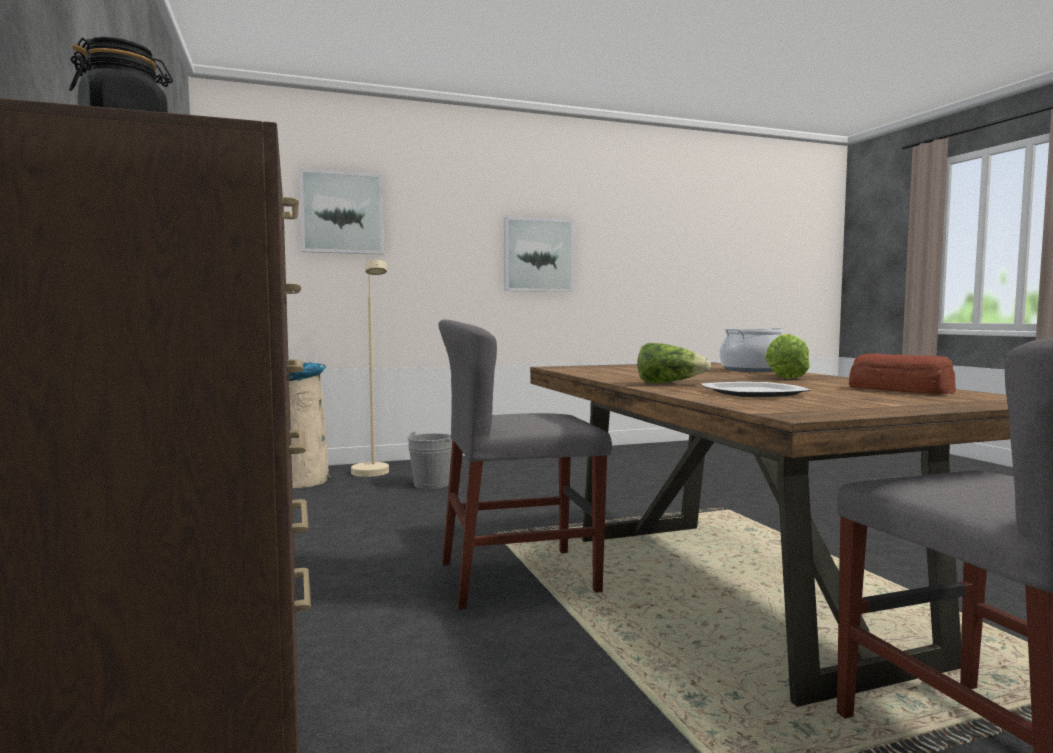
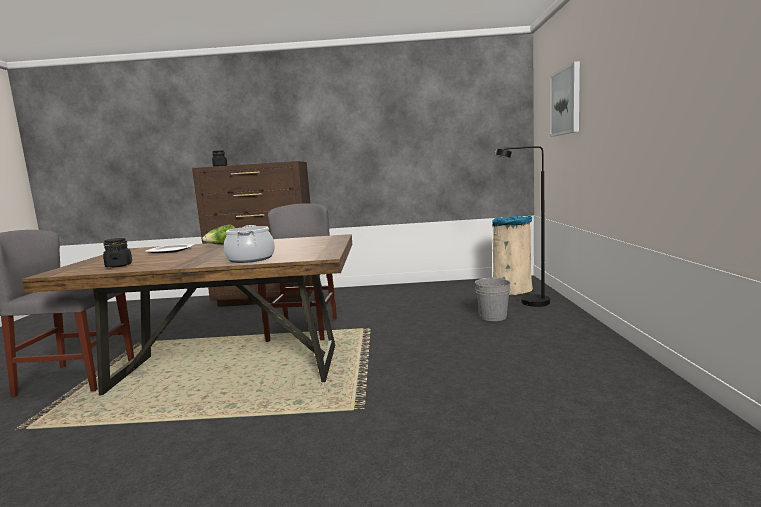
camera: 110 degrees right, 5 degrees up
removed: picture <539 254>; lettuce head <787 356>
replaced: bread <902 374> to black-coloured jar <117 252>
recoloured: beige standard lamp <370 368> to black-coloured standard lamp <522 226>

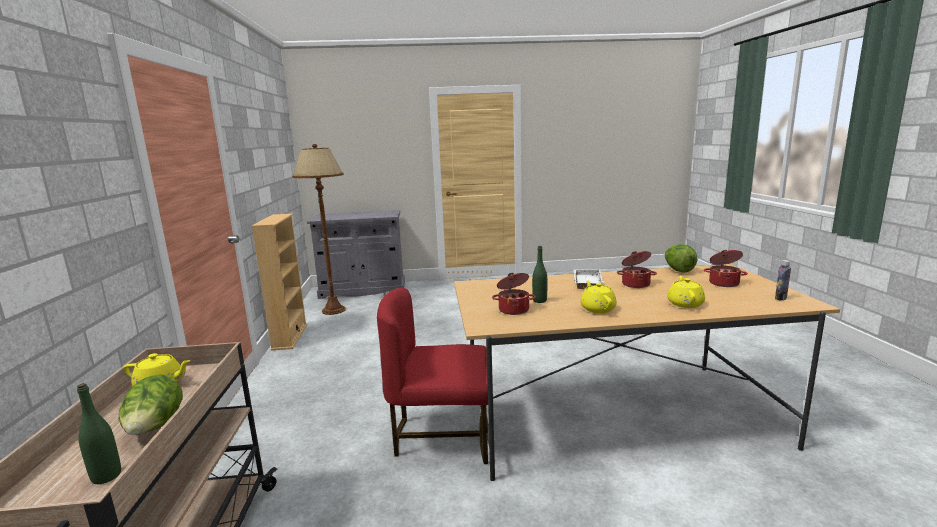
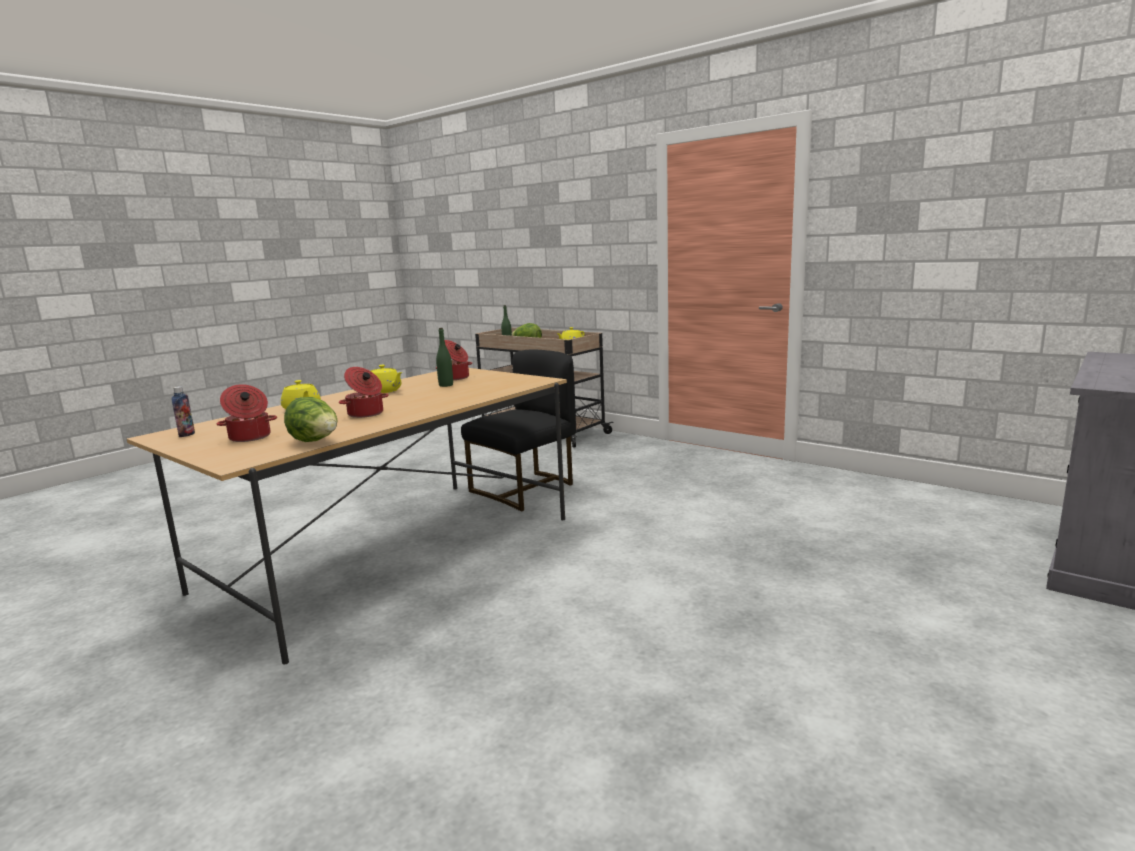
camera: 135 degrees right, 0 degrees up
removed: beige shelving unit <280 282>; brown standard lamp <319 229>; whitish serving tray <589 279>
recoloured: red chair <432 376> to black-coloured chair <518 431>

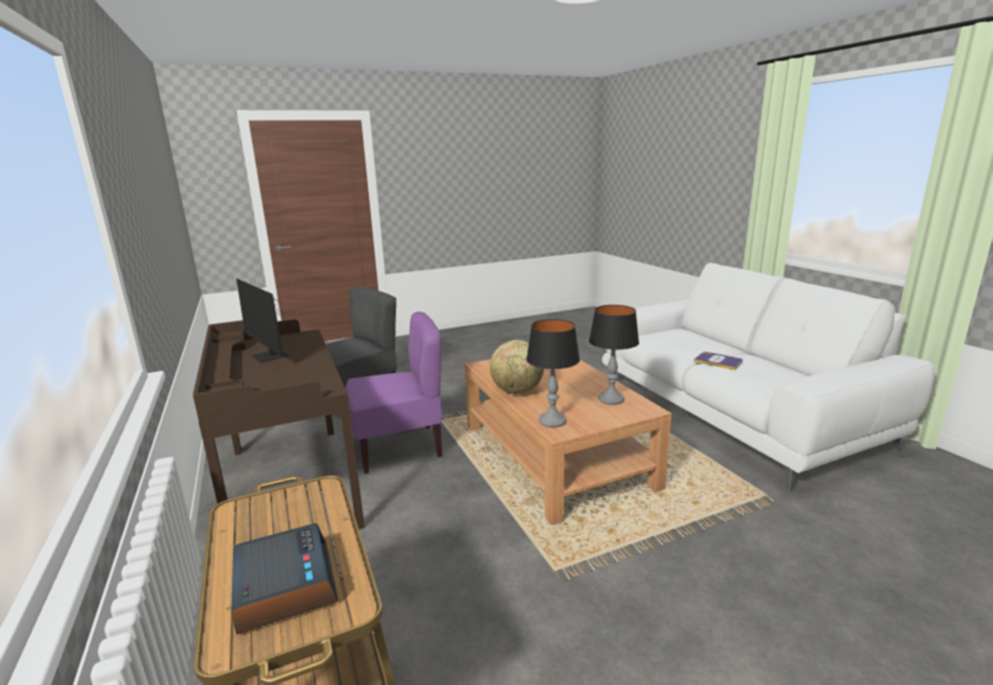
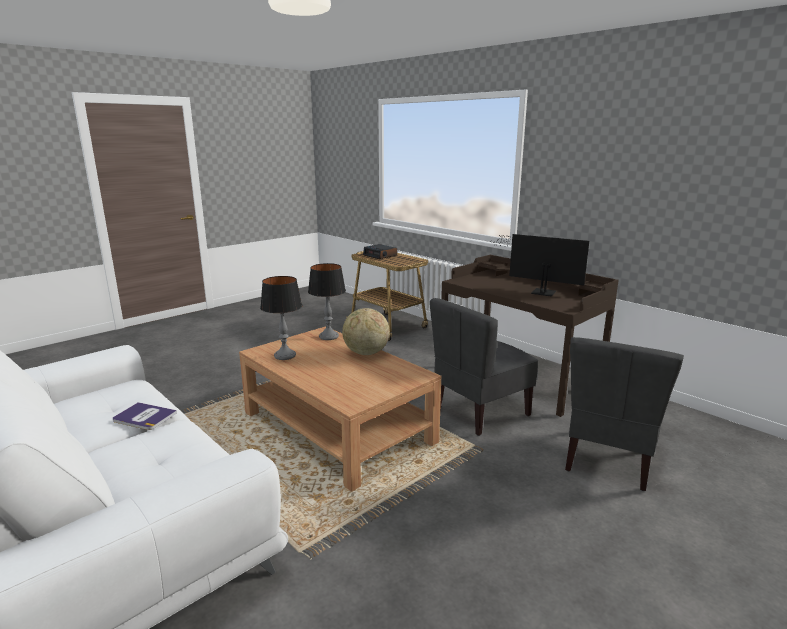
camera: 160 degrees right, 0 degrees up
recoloured: purple-coloured chair <393 393> to greyish chair <484 367>

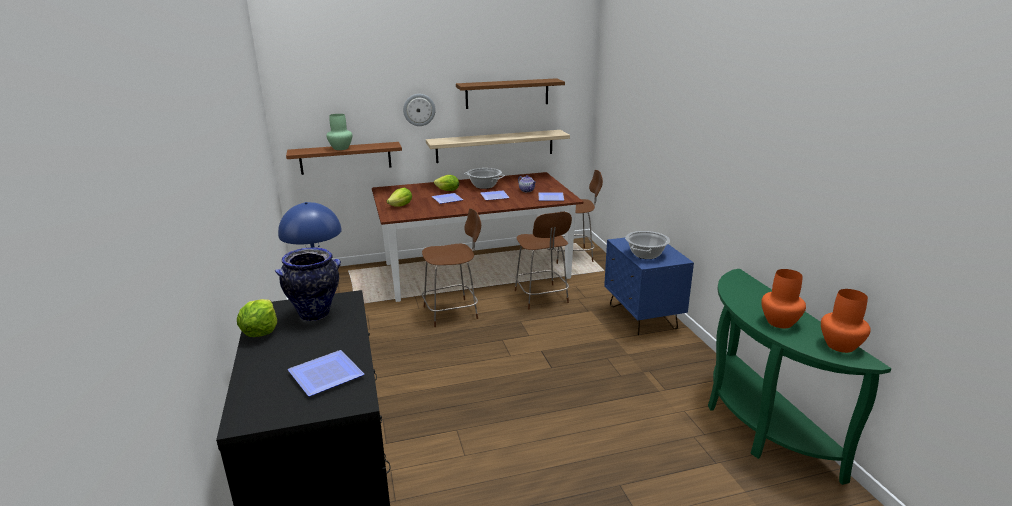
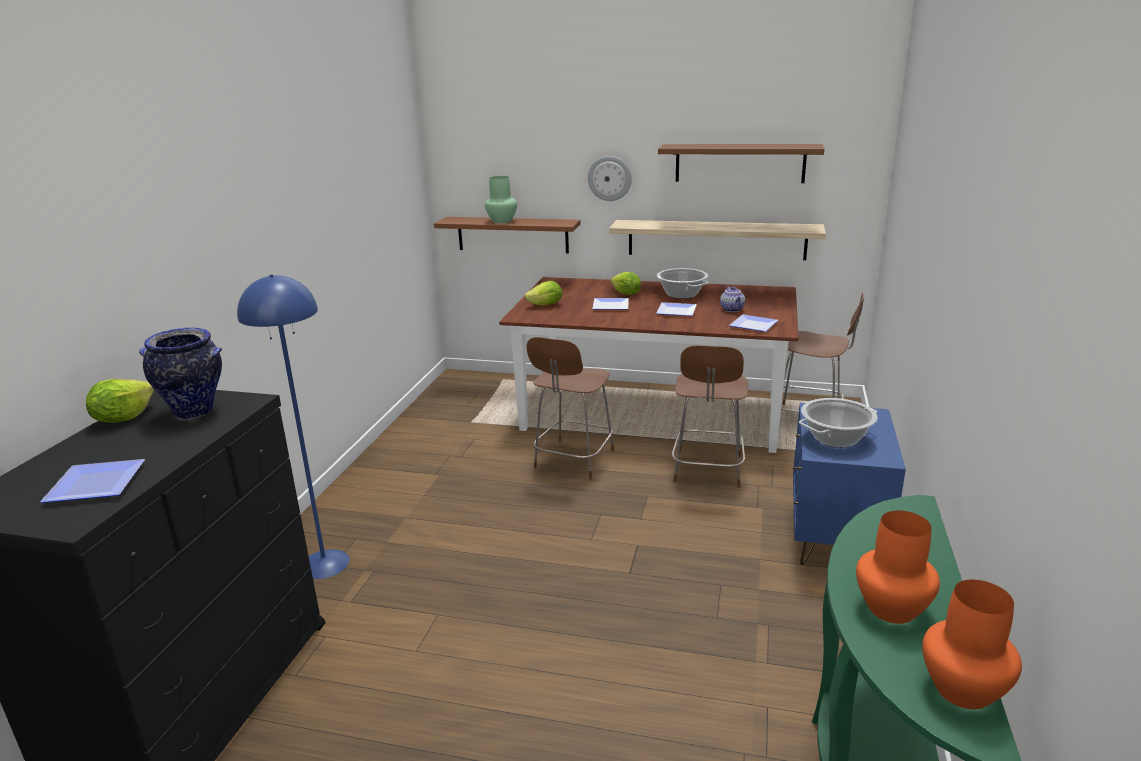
camera: 30 degrees right, 0 degrees up
turned: brown chair <451 267> = <570 408> 105 degrees clockwise

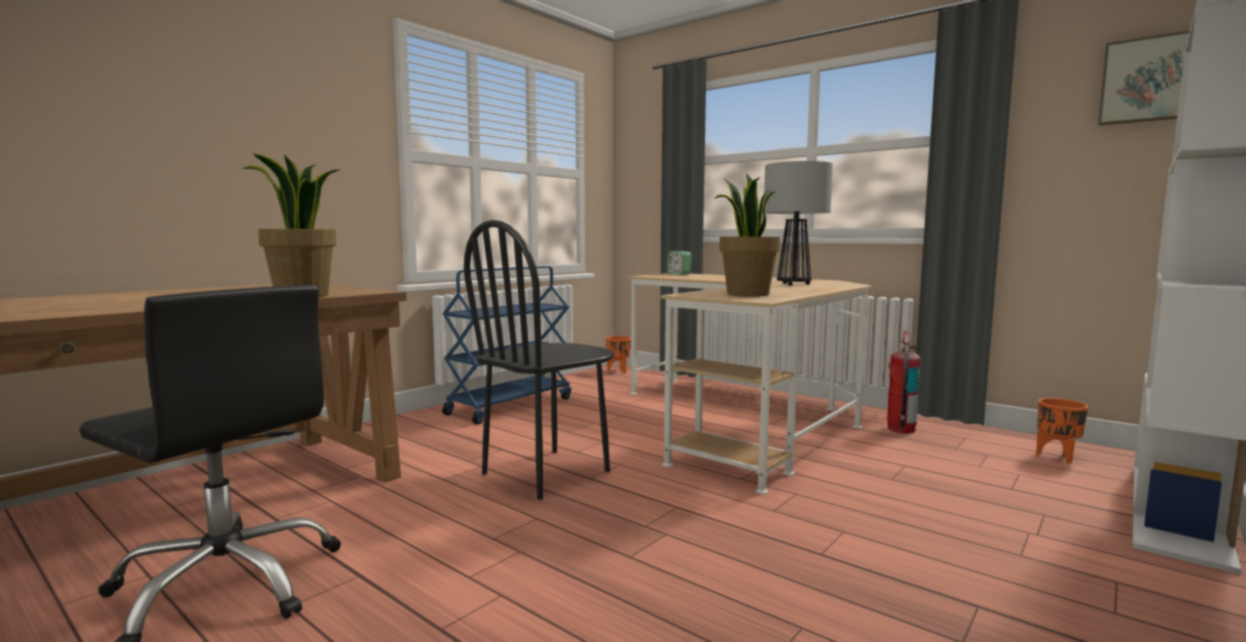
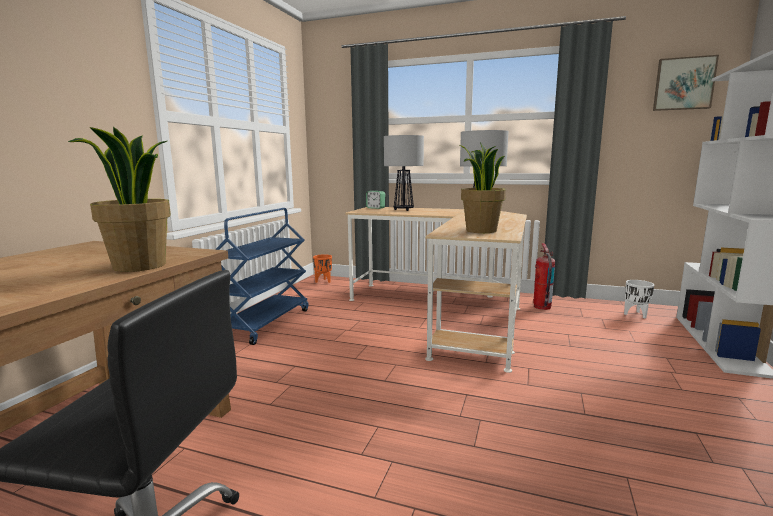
camera: 20 degrees left, 5 degrees up
removed: black-coloured chair <539 360>
added: tabletop lamp <404 173>
recoloured: orangey planter <1062 430> to whitish planter <639 299>

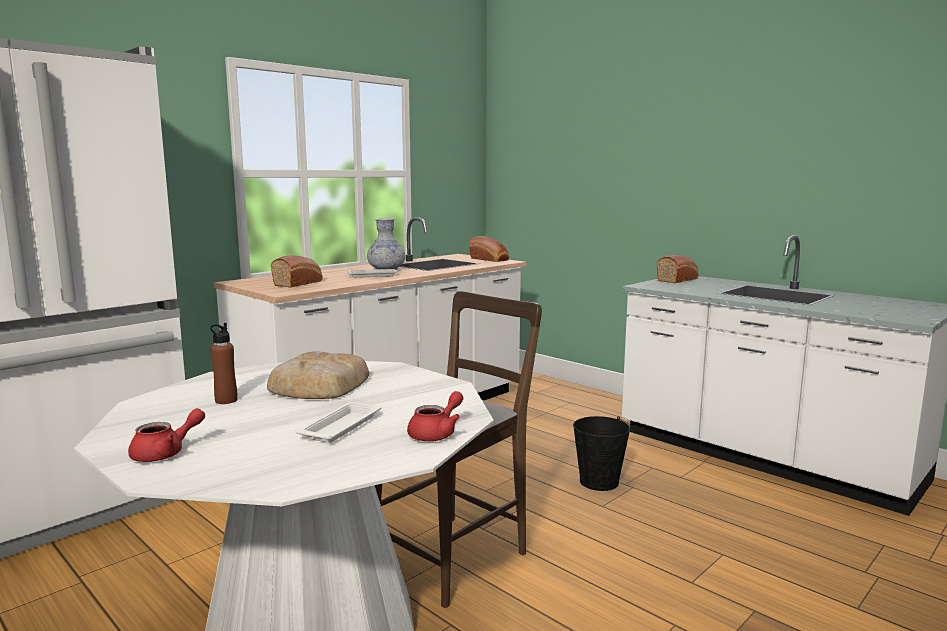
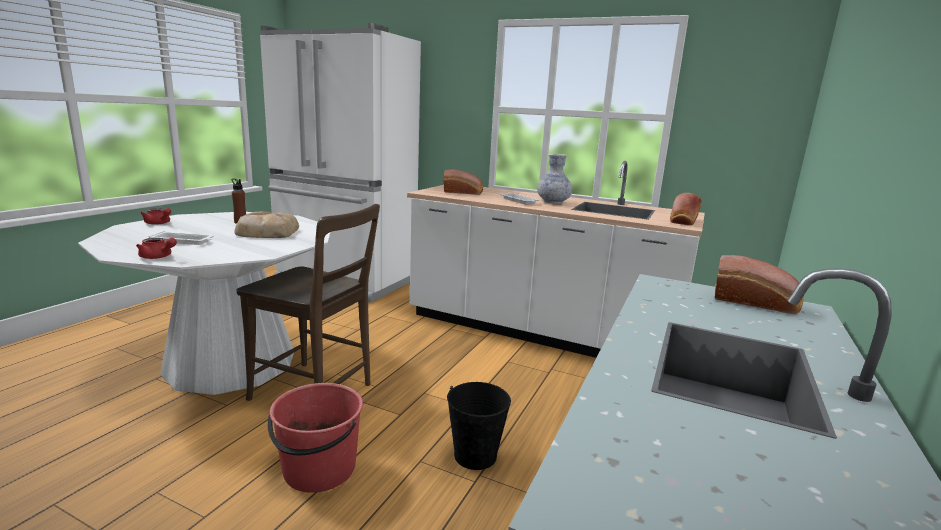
camera: 70 degrees right, 5 degrees up
added: red pail <315 438>

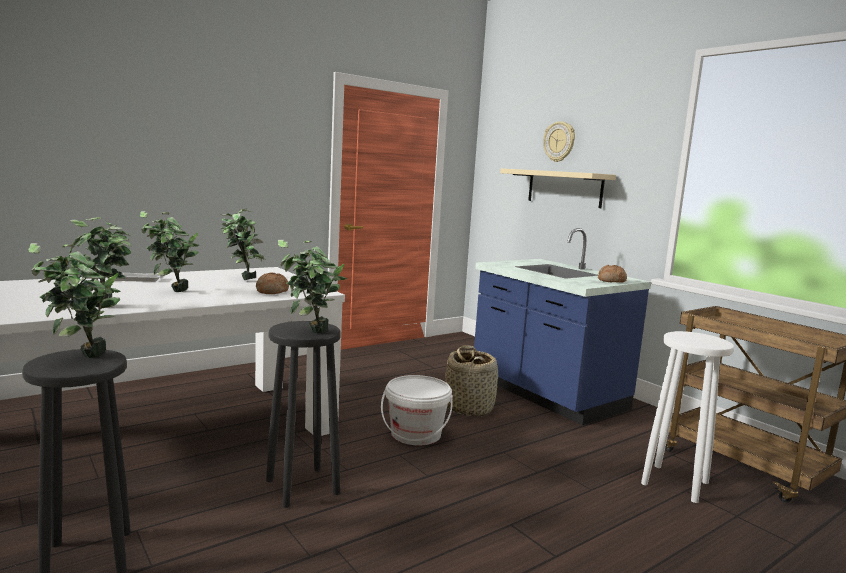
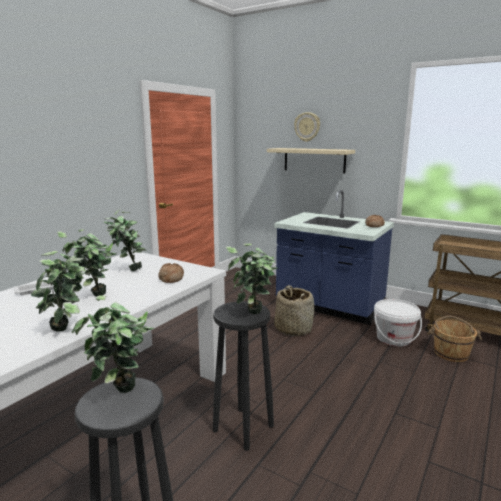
camera: 20 degrees left, 5 degrees up
moved: whitish pail <417 410> to <398 322>
replaced: whitish stool seat <687 417> to brown pail <454 339>

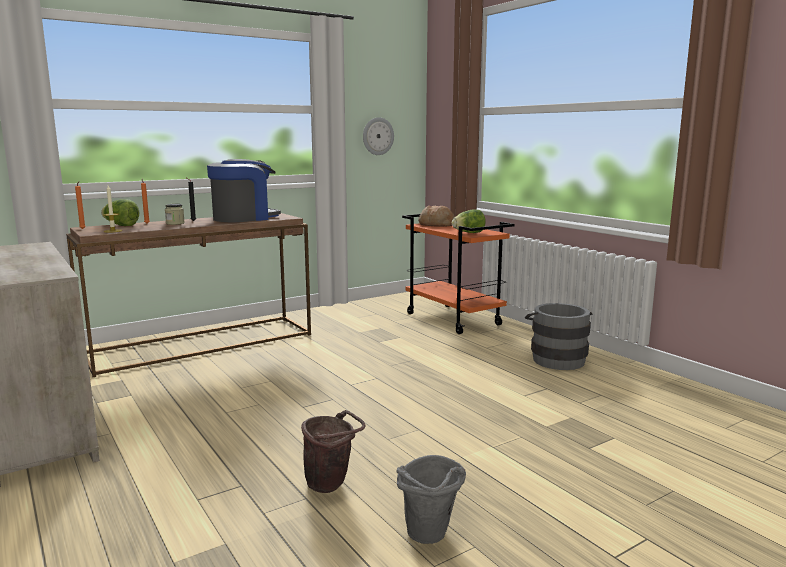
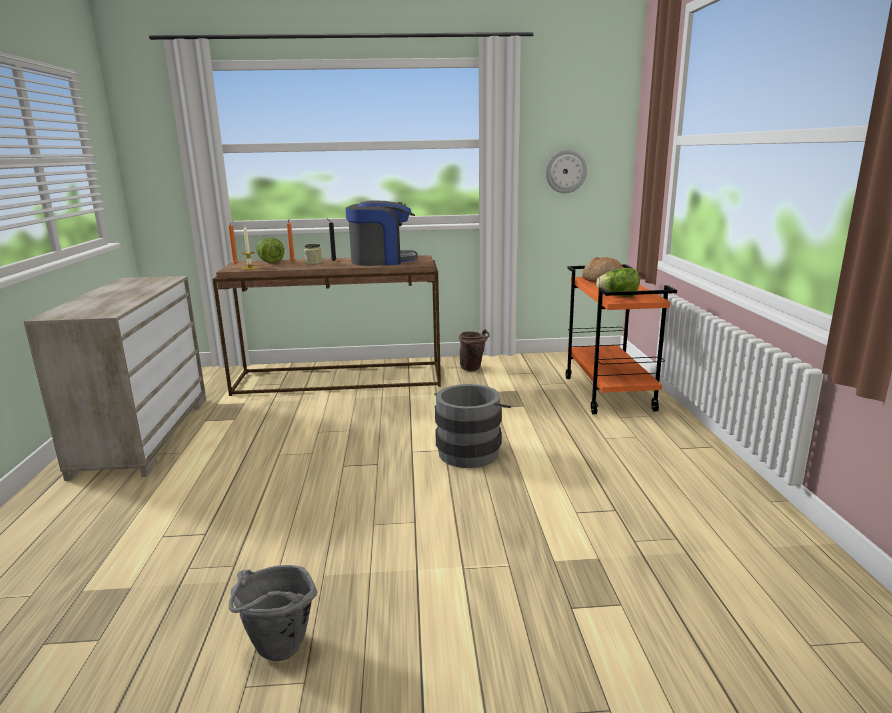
camera: 30 degrees right, 5 degrees up
moved: brown pail <333 451> to <474 350>; greyish pail <558 336> to <472 426>

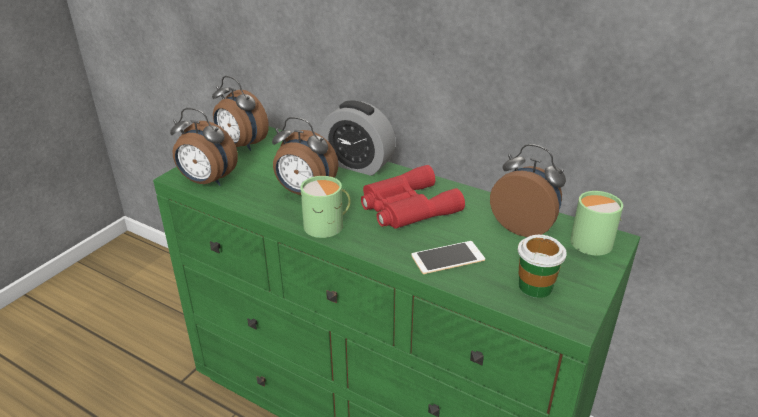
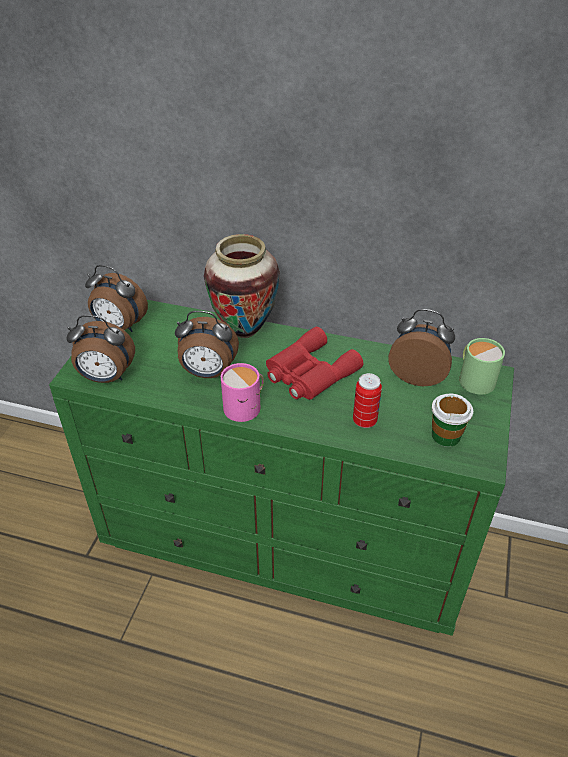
camera: 15 degrees left, 10 degrees up
replaced: alarm clock <358 138> to flower vase <242 286>; handset <448 257> to sealed can <367 400>
recoloured: greenish mug <325 207> to pink-coloured mug <242 392>

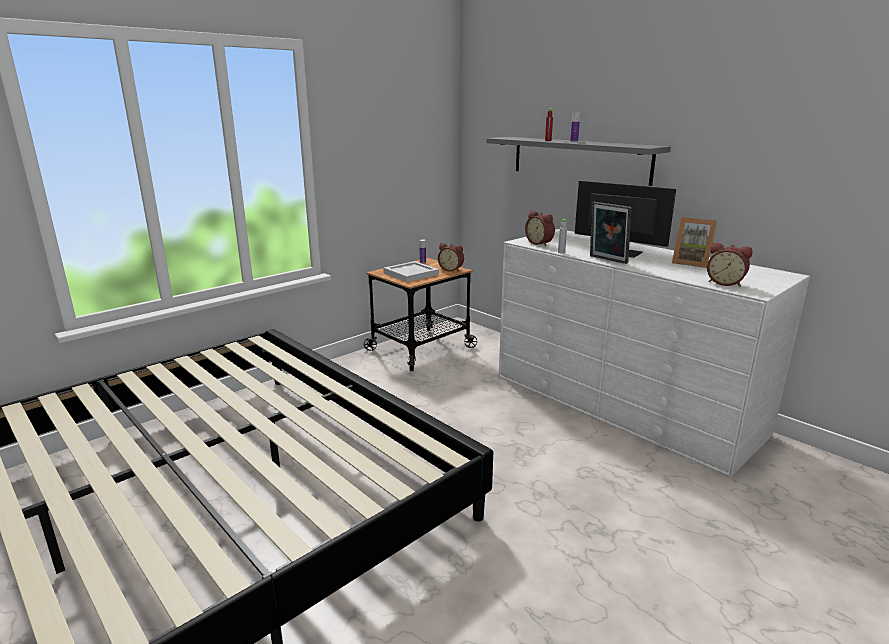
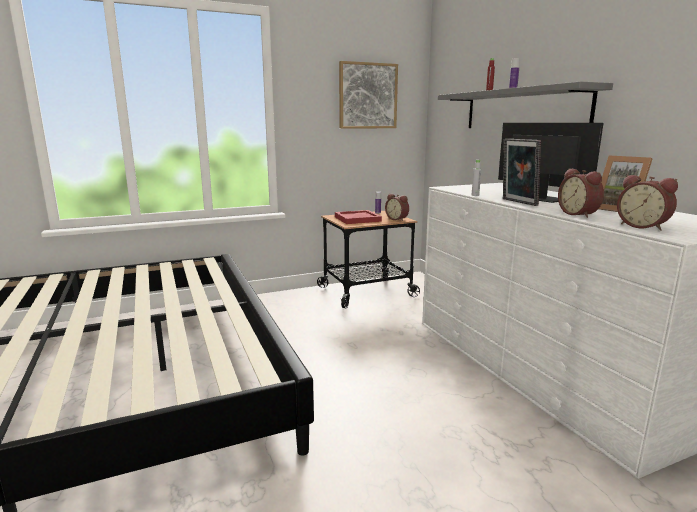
camera: 20 degrees right, 5 degrees down
added: picture <368 95>
moved: alarm clock <540 228> to <581 193>
recoloured: whitish serving tray <411 271> to red serving tray <358 217>

